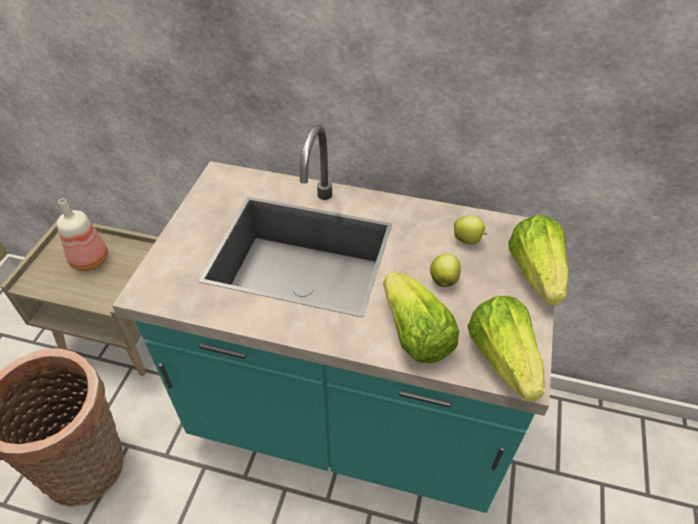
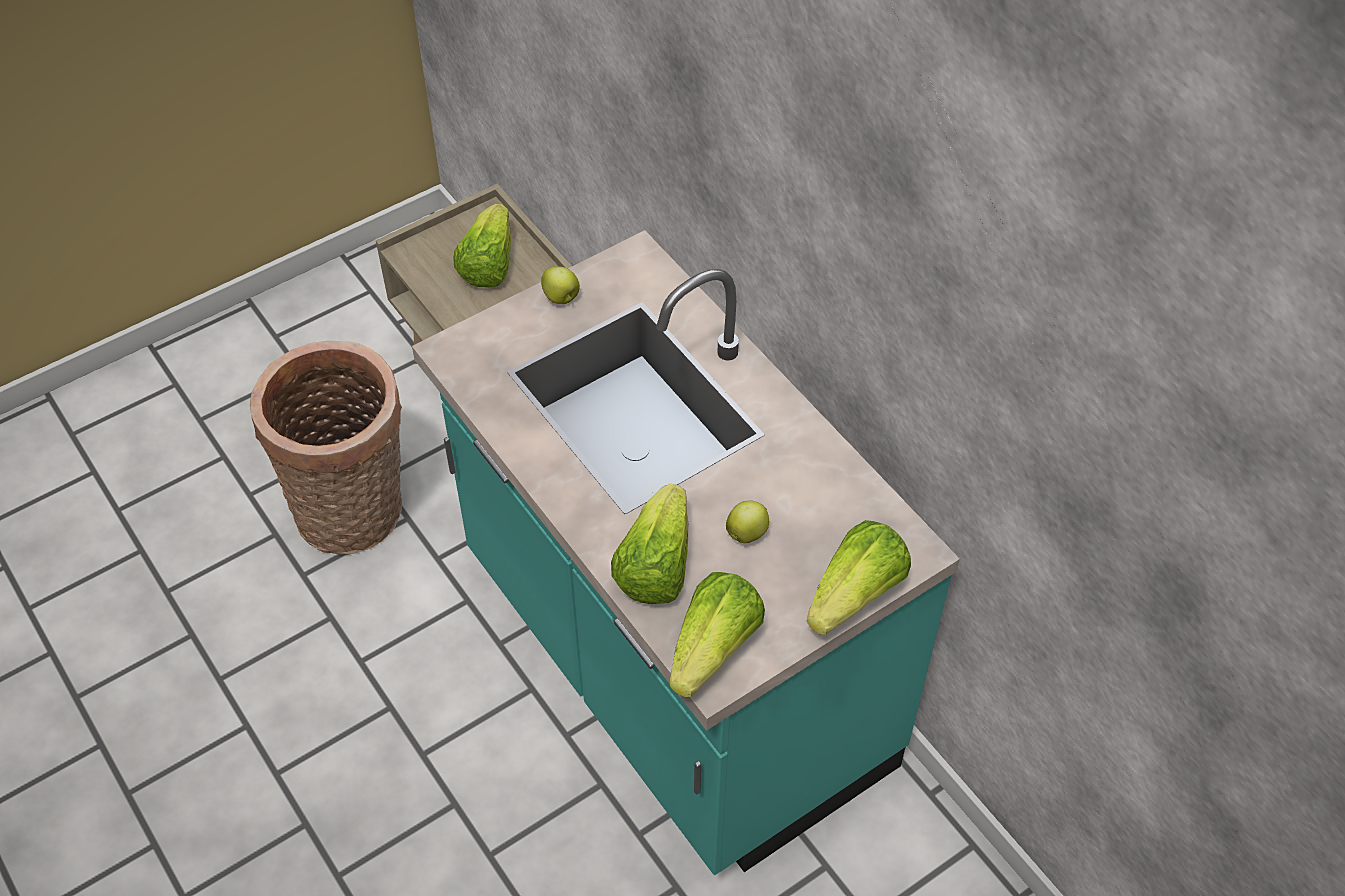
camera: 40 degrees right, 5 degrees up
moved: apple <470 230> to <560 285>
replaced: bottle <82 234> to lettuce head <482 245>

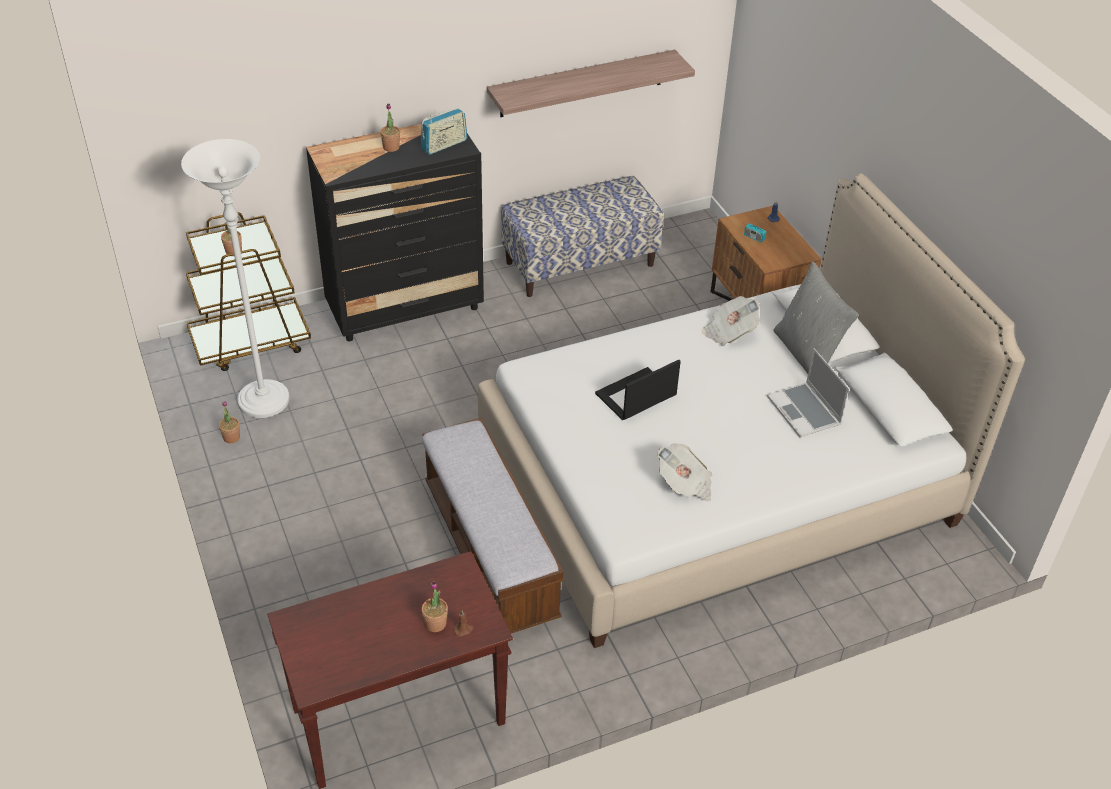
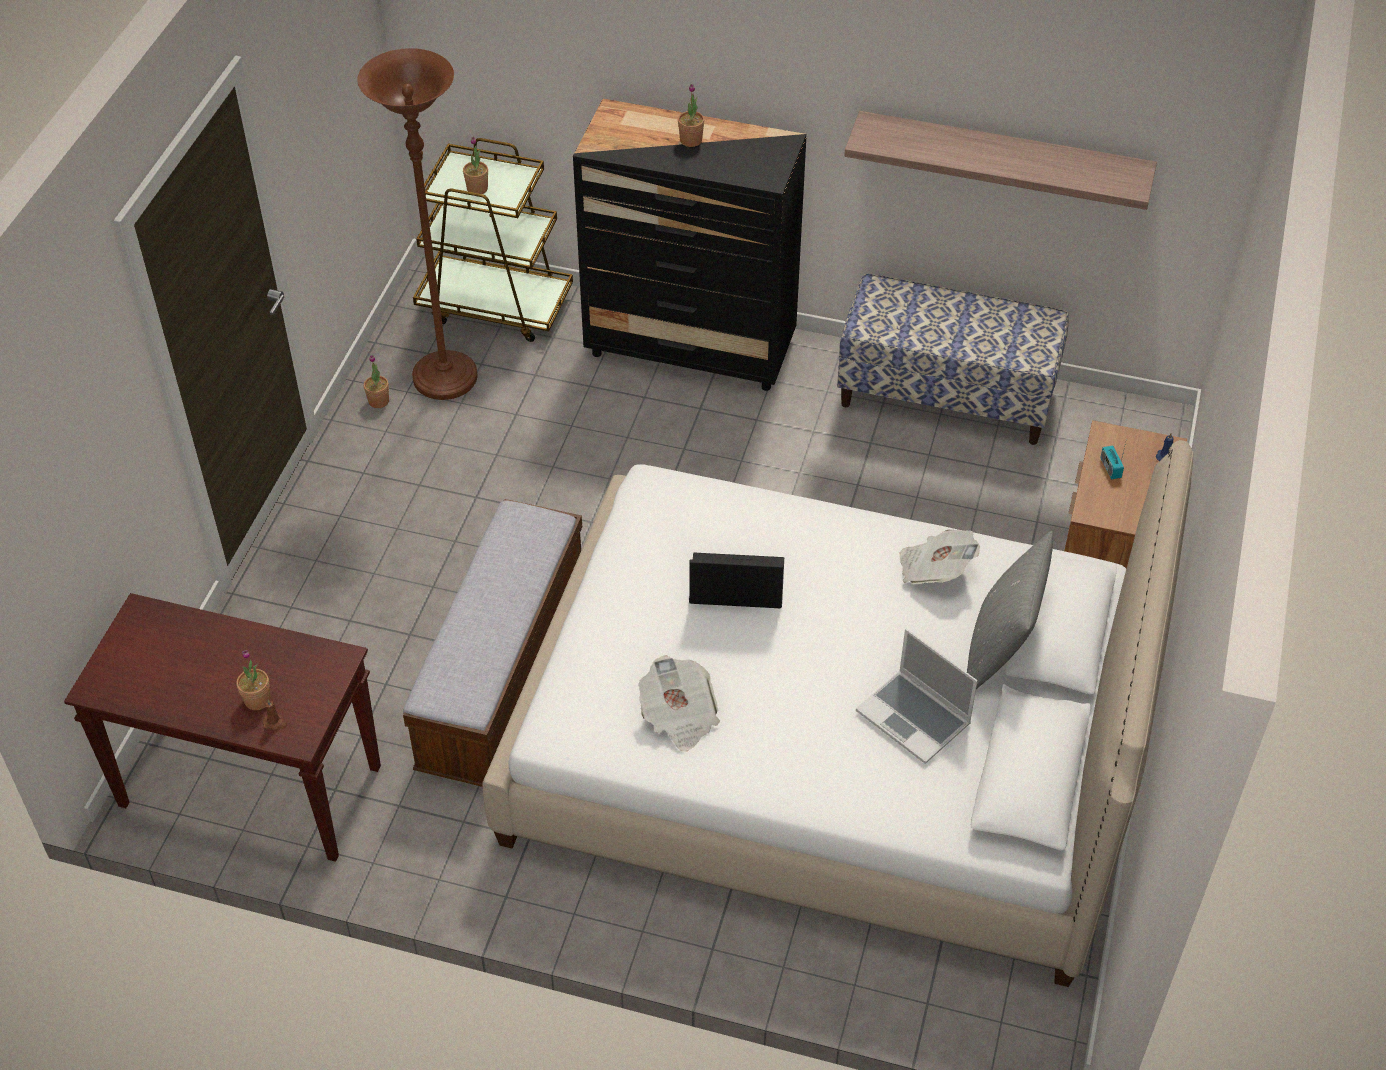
camera: 40 degrees right, 5 degrees up
removed: radio set <444 131>
recoloured: whitish standard lamp <235 278> to brown standard lamp <417 224>
turned: laptop <808 392> = <917 696> 60 degrees counterclockwise

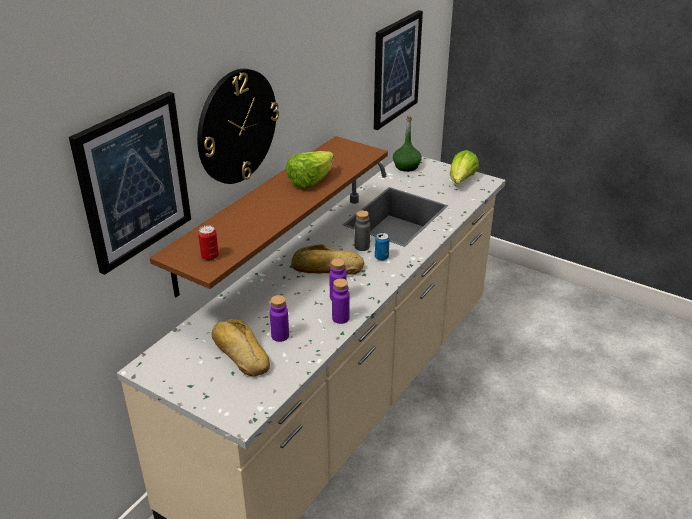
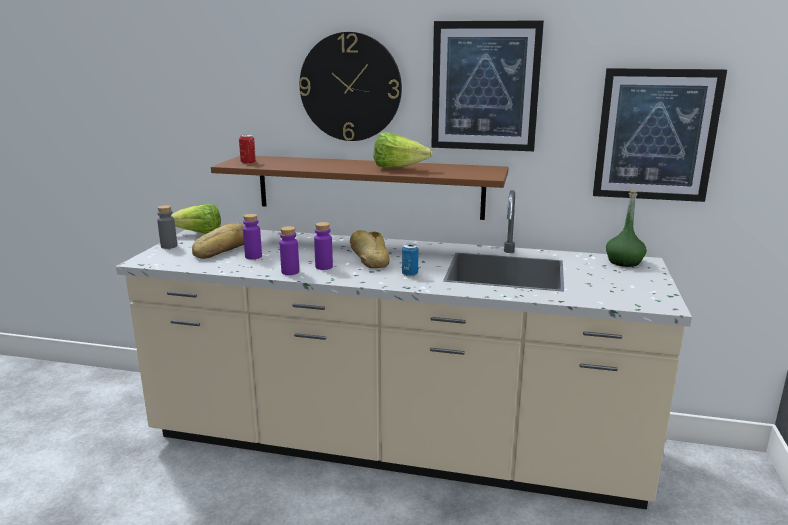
camera: 70 degrees right, 15 degrees down
moved: picture <130 183> to <487 85>; greyish bottle <362 230> to <167 227>; lettuce head <464 167> to <196 219>

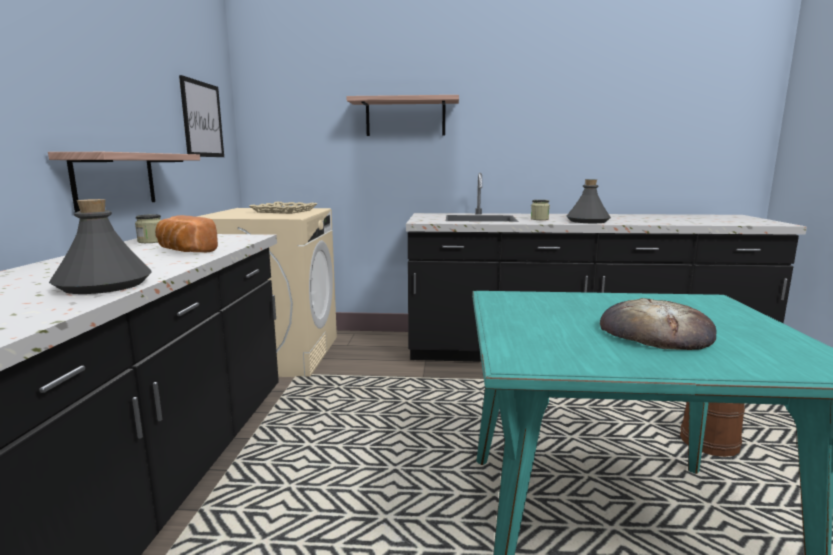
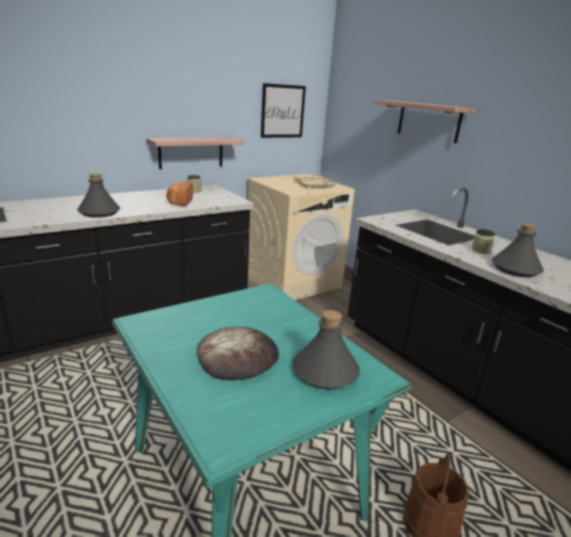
camera: 50 degrees right, 10 degrees up
added: greyish bottle <326 349>

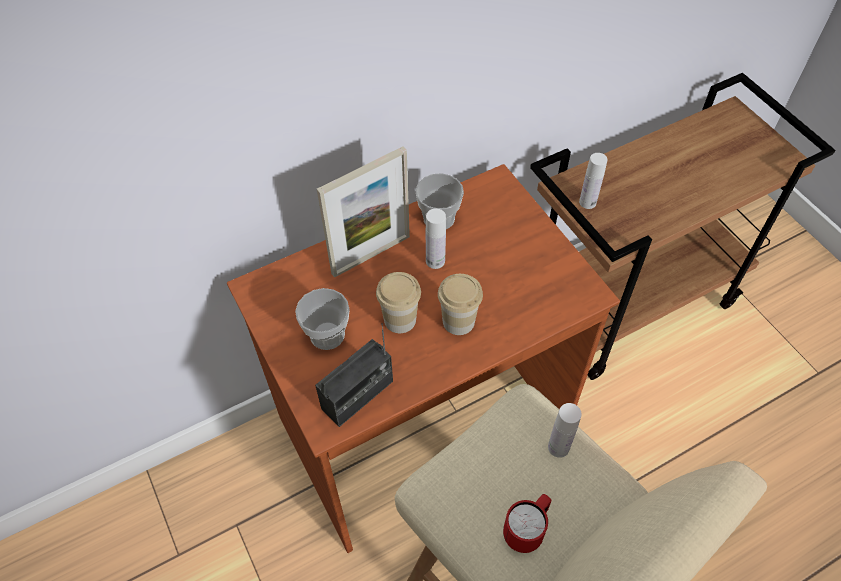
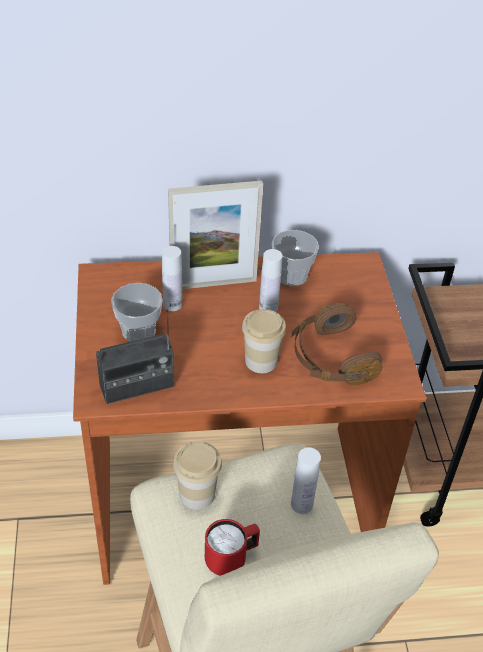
camera: 20 degrees right, 10 degrees down
added: brown headphones <336 344>
moved: cup <398 302> to <197 475>; whitish bottle <593 181> to <172 278>

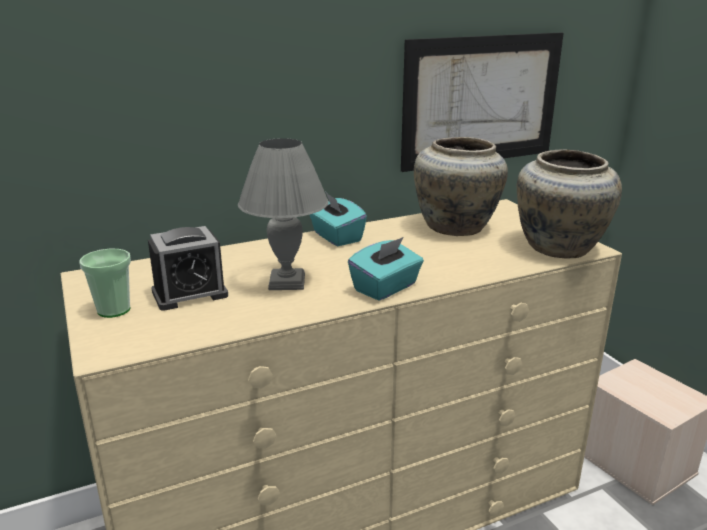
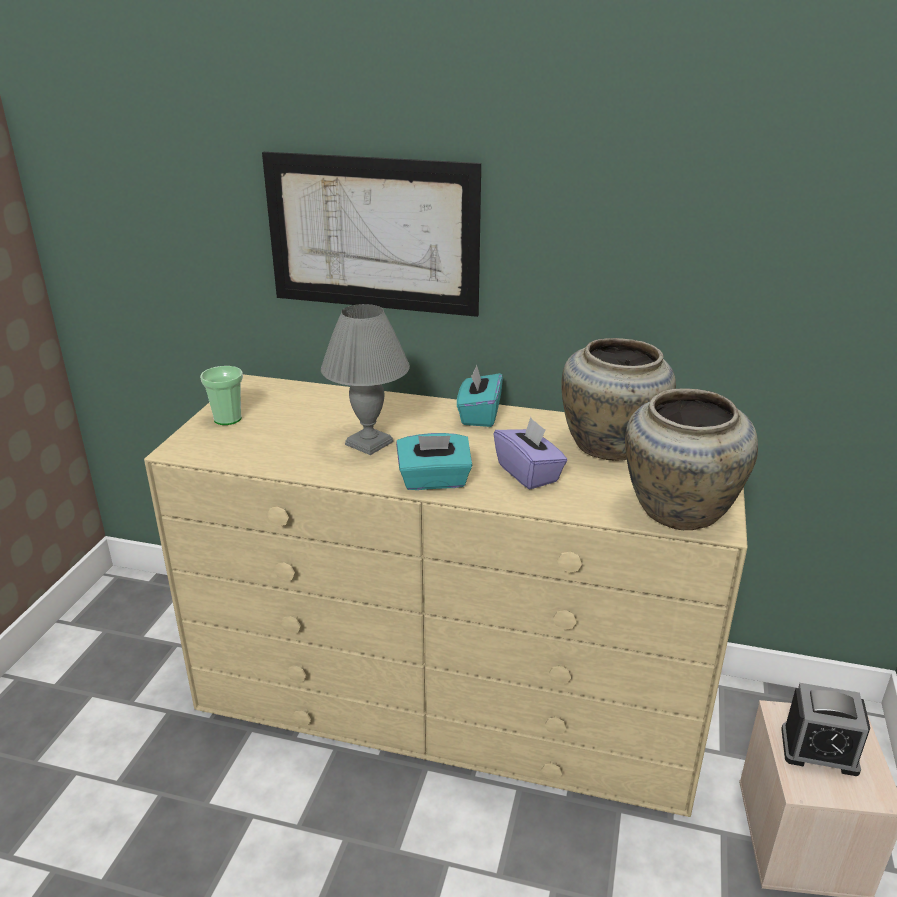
camera: 40 degrees right, 5 degrees up
added: purple-coloured tissue box <530 453>
moved: alarm clock <188 268> to <825 729>; picture <482 102> to <371 234>

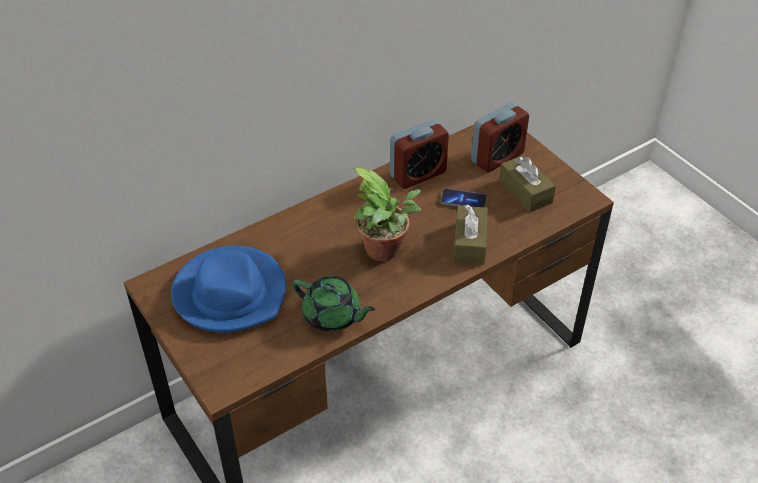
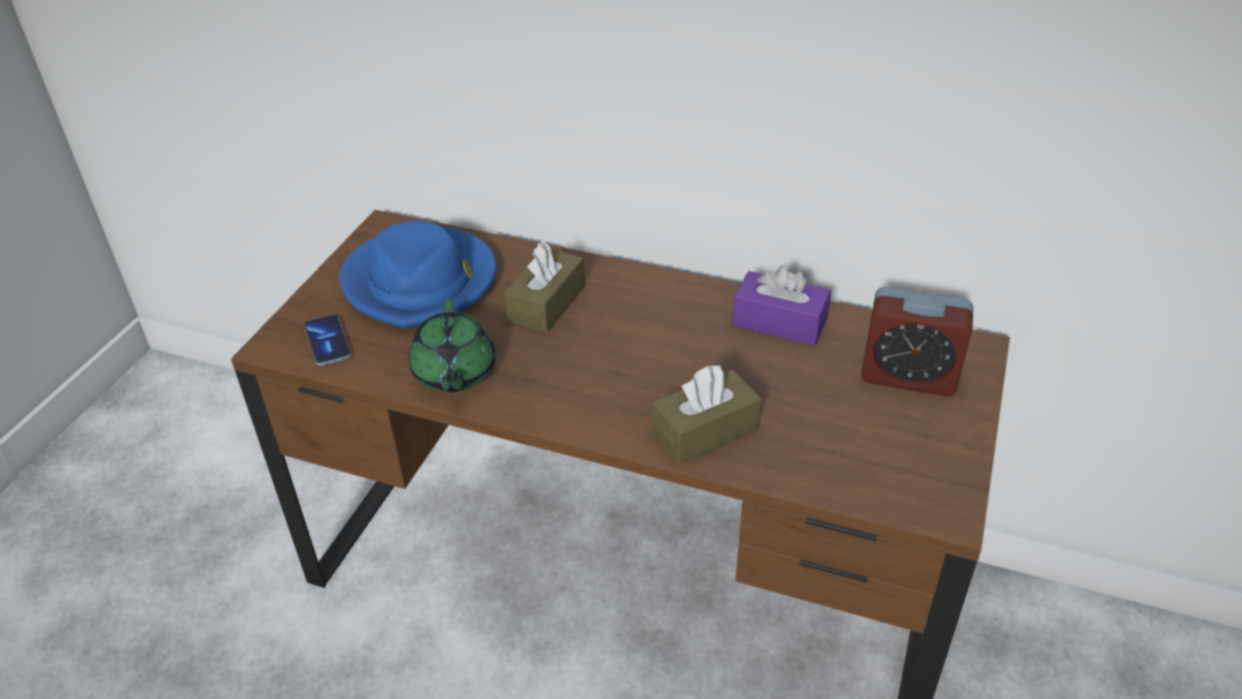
camera: 55 degrees right, 5 degrees down
removed: houseplant <386 214>
moved: handset <464 197> to <327 340>; brown tissue box <527 183> to <545 287>
replaced: alarm clock <419 154> to purple-coloured tissue box <781 305>

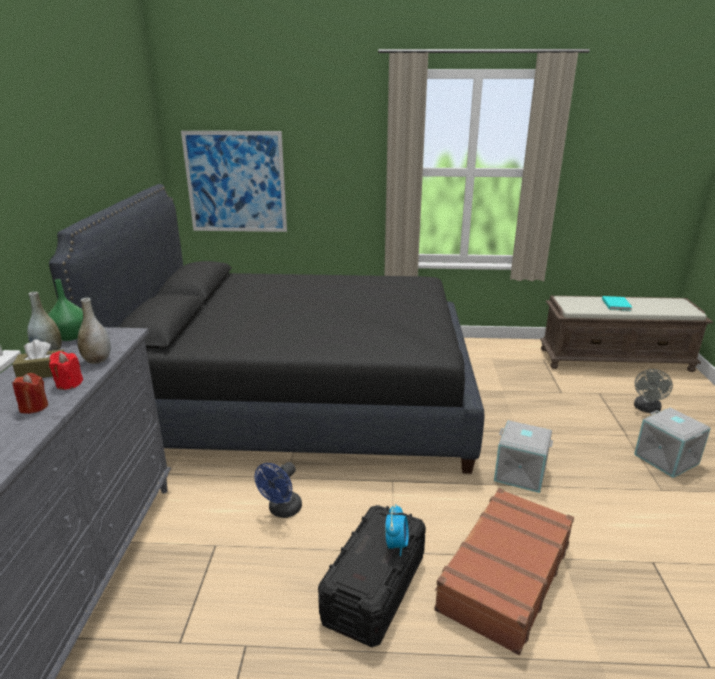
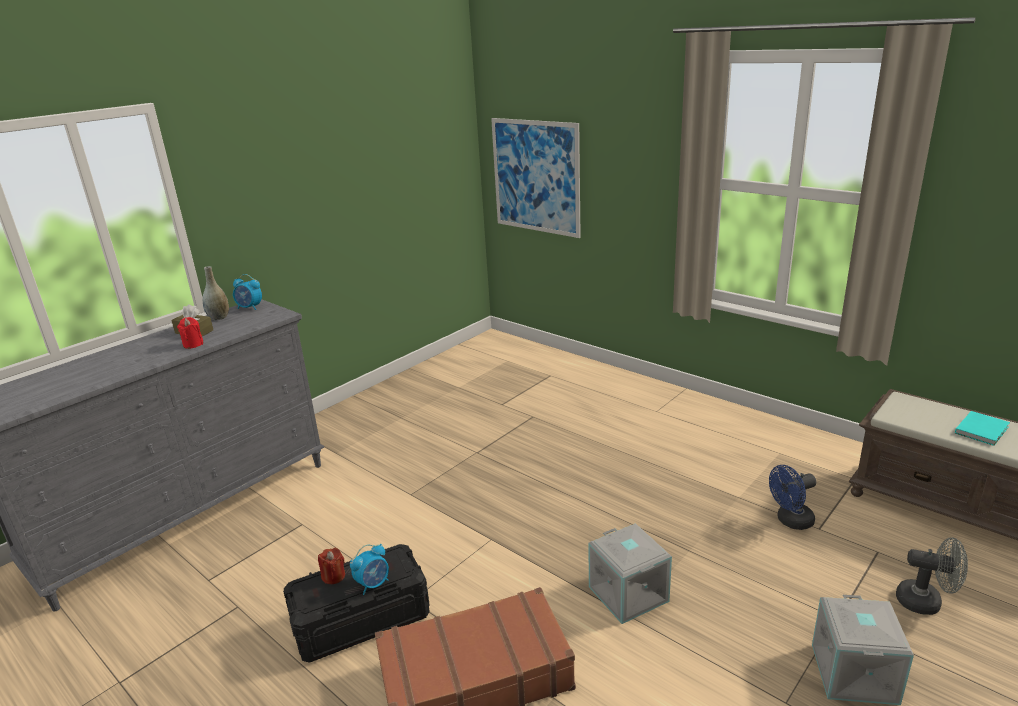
camera: 40 degrees right, 0 degrees up
removed: black-coloured bedroom bed <266 329>; greyish flower vase <94 331>
moved: red wax candle <30 393> to <331 566>; blue electric fan <278 490> to <792 497>
replaced: greenish flower vase <65 310> to alarm clock <247 292>
turned: greyish electric fan <653 391> = <932 576> 135 degrees counterclockwise

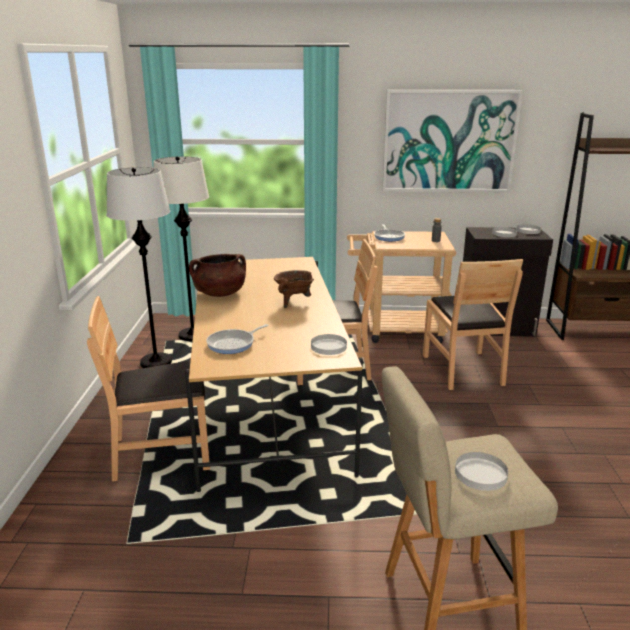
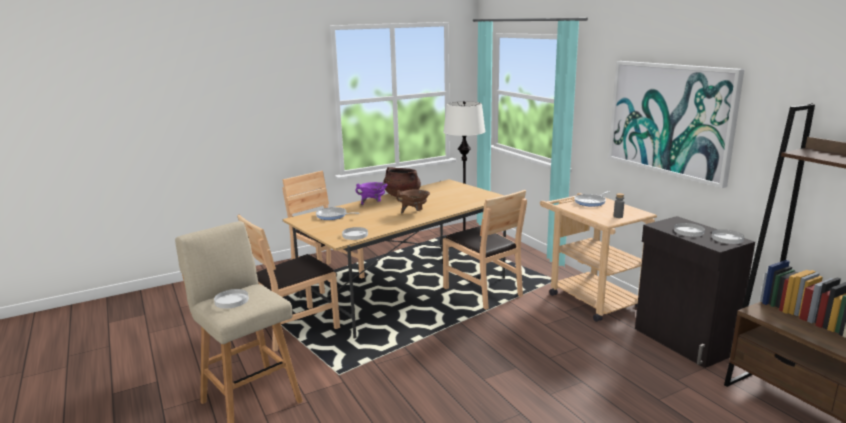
camera: 60 degrees right, 5 degrees down
removed: whitish standard lamp <139 267>
added: purple-coloured cooking pot <372 194>
moved: brown chair <473 324> to <288 283>

